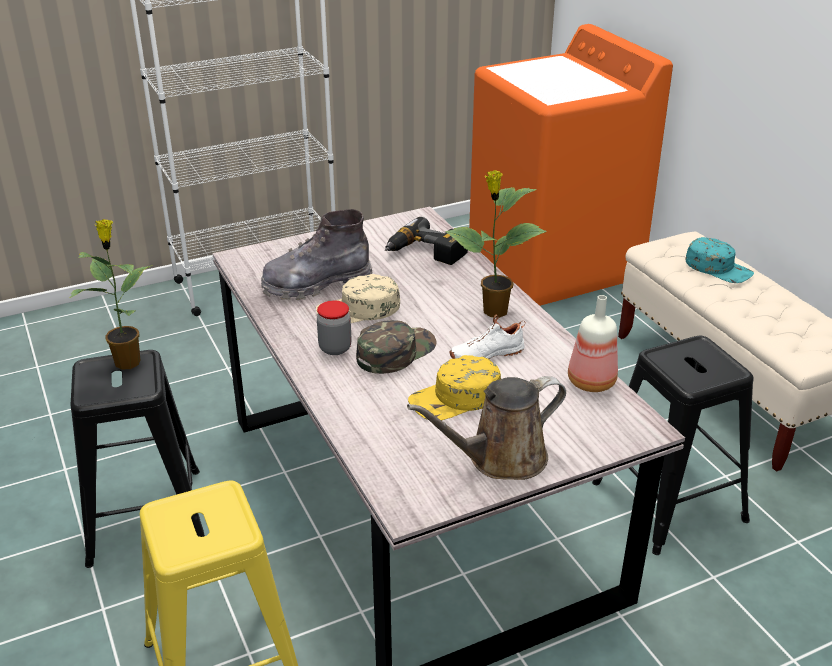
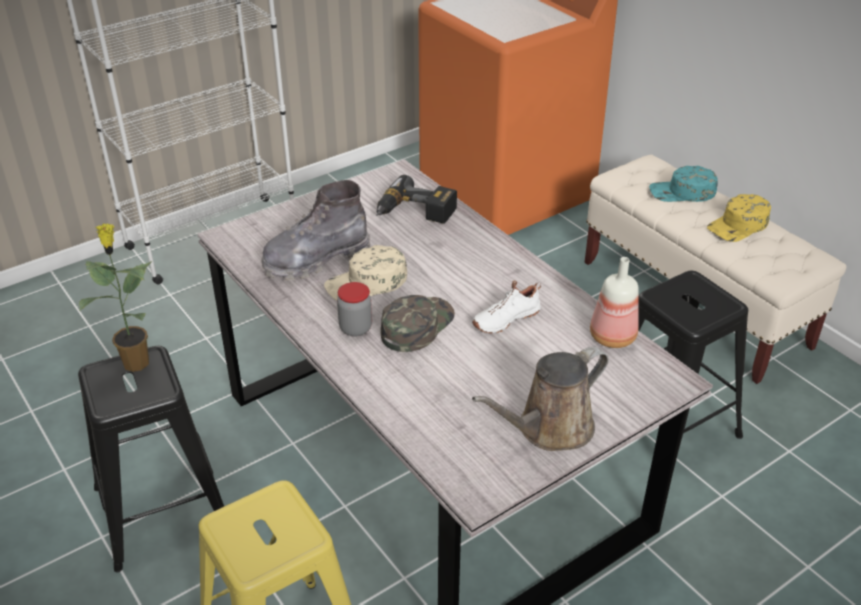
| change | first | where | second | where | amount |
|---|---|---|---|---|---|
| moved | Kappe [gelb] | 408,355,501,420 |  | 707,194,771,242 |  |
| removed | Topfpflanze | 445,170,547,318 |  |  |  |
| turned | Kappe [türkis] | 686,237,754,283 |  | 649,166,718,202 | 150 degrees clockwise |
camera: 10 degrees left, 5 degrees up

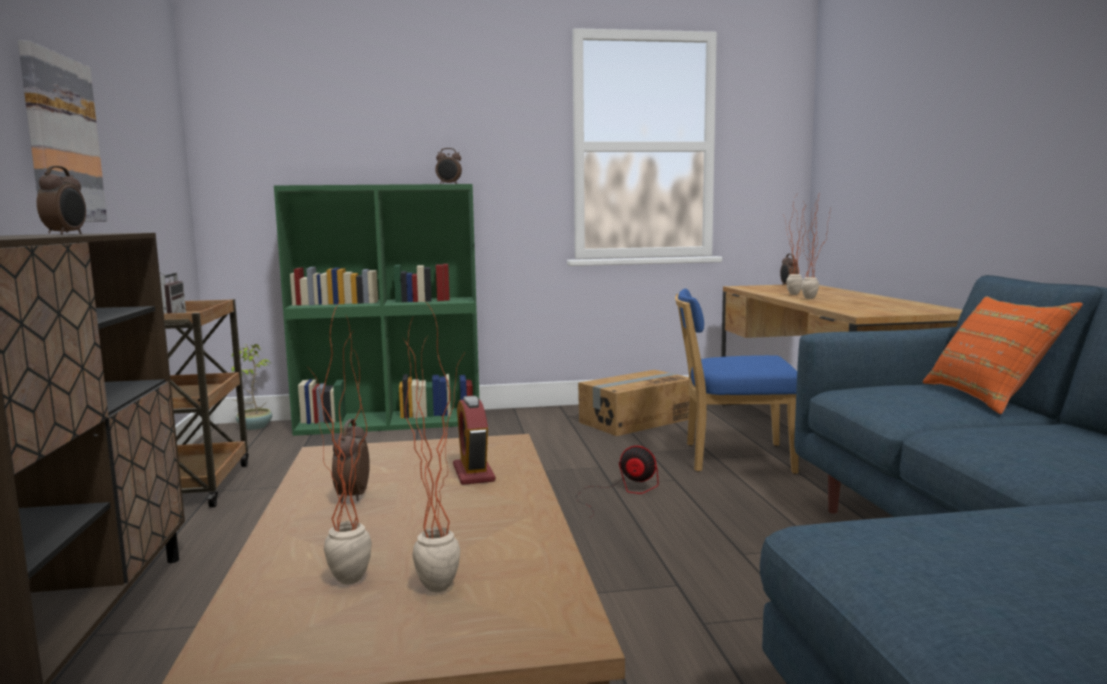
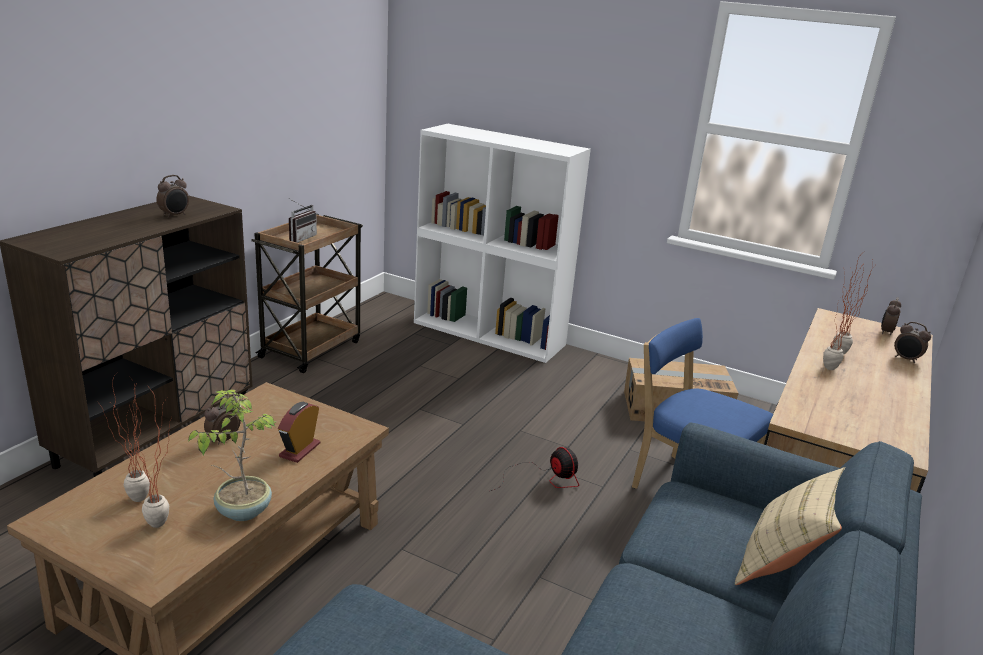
| change | first | where | second | where | amount |
|---|---|---|---|---|---|
| removed | Bild | 18,40,107,222 |  |  |  |
| moved | Topfpflanze | 231,344,272,430 |  | 188,390,276,521 |  |
| recoloured | Bücherregal [grün] | 274,184,479,436 | Bücherregal [weiß] | 414,124,591,363 |  |
| moved | Wecker | 435,148,462,184 |  | 894,322,931,363 |  |
| recoloured | Kissen [orange] | 923,296,1083,414 | Kissen [beige] | 735,467,845,585 |  |
camera: 35 degrees right, 15 degrees up

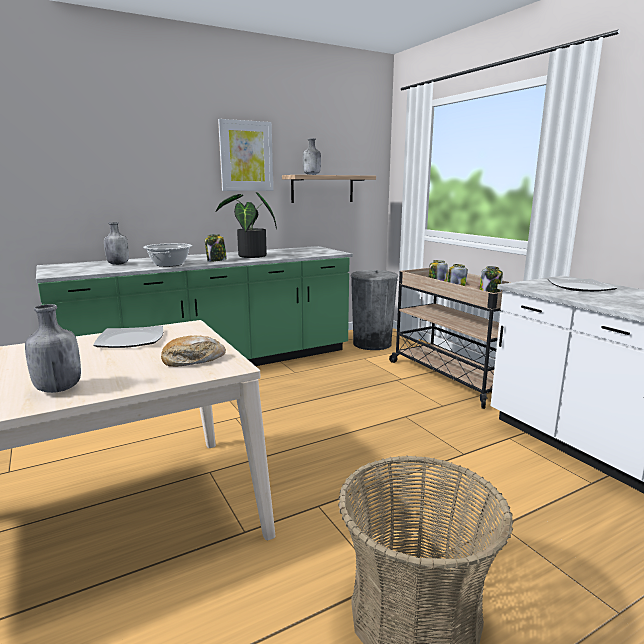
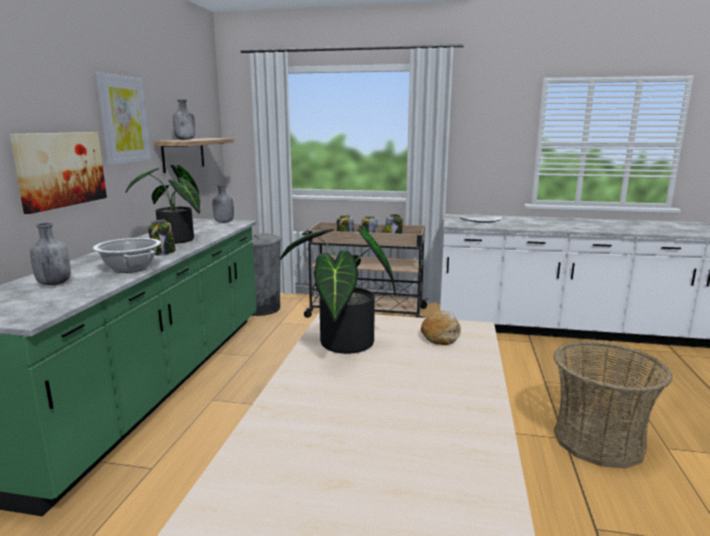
| change | first | where | second | where | amount |
|---|---|---|---|---|---|
| moved | Flasche [grau] | 25,304,81,393 |  | 213,184,234,223 |  |
| replaced | Teller | 93,325,163,348 | Topfpflanze | 280,226,396,354 |  |
| added |  |  | Bild | 9,132,107,214 |  |
camera: 50 degrees left, 0 degrees up

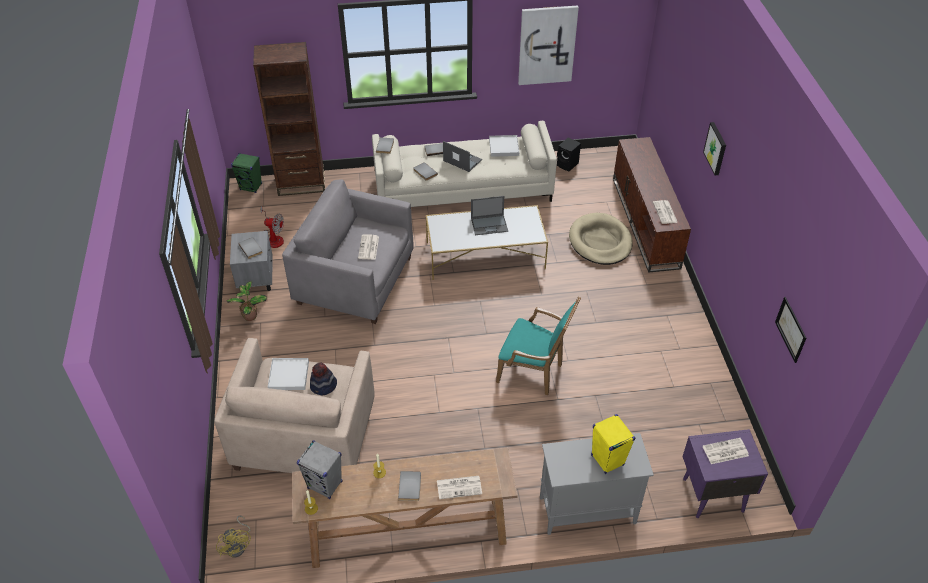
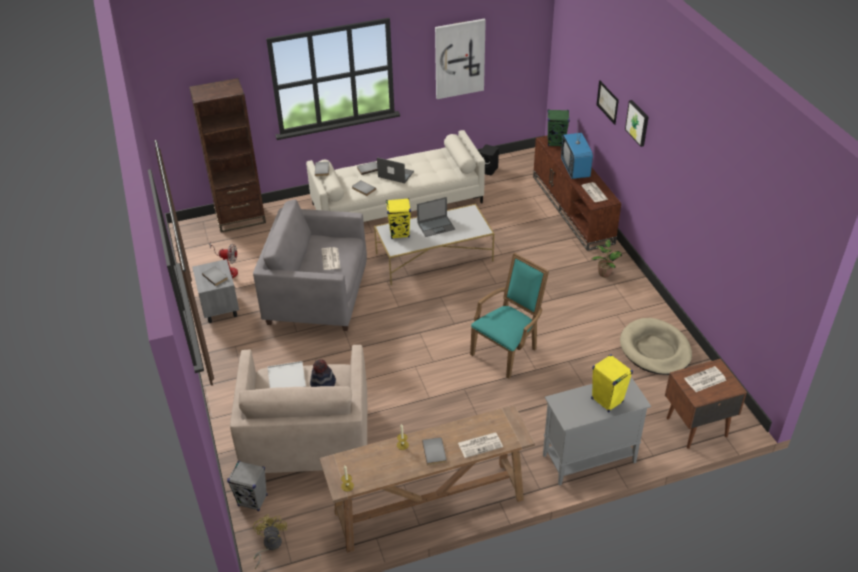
| change | first | where | second | where | amount |
|---|---|---|---|---|---|
| turned | Ventilator [gelb] | 216,515,251,558 |  | 253,514,287,570 | 150 degrees counterclockwise |
| moved | Topfpflanze | 226,281,267,321 |  | 591,239,622,277 |  |
| moved | Lautsprecher [grün] | 231,153,262,193 |  | 548,109,570,146 |  |
| moved | Lautsprecher [grau] | 297,440,343,499 |  | 227,461,268,511 |  |
| removed | Tablett [weiß] | 489,135,519,157 |  |  |  |
| turned | Sessel [türkis] | 496,296,581,395 |  | 470,253,549,379 | 60 degrees counterclockwise |
| moved | Hundebett [beige] | 569,213,633,265 |  | 620,318,692,375 |  |
| recoloured | Nachttisch [lila] | 682,429,768,518 | Nachttisch [braun] | 665,359,747,449 |  |
| moved | Bild | 775,297,806,363 |  | 596,80,619,125 |  |
| added |  |  | Lautsprecher [gelb] | 386,198,411,239 |  |
| added |  |  | Fernseher | 561,128,593,179 |  |
camera: 10 degrees left, 5 degrees down

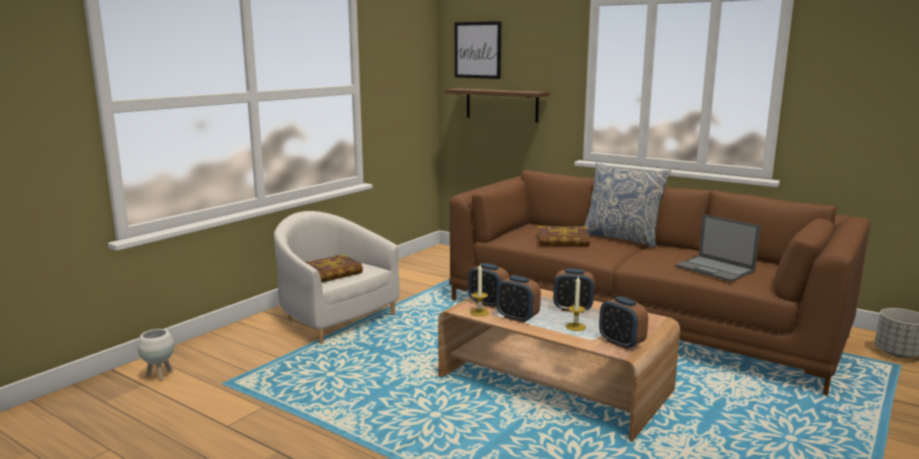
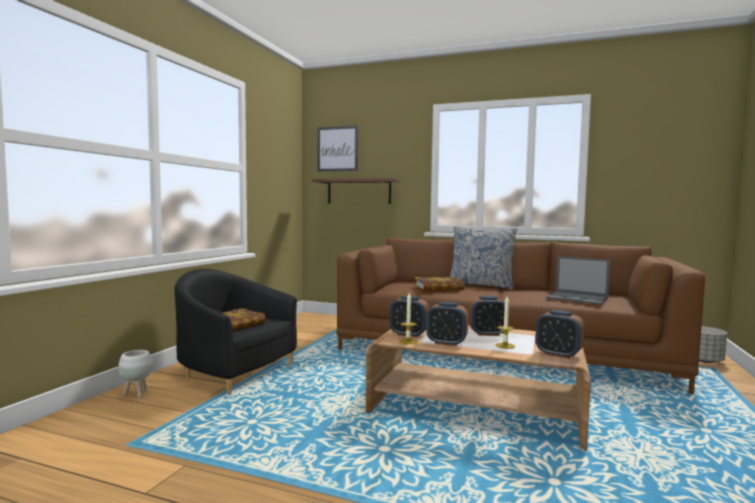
| change | first | where | second | where | amount |
|---|---|---|---|---|---|
| moved | Pflanzkübel [weiß] | 138,329,174,381 |  | 118,350,153,398 |  |
| recoloured | Sessel [weiß] | 274,211,400,344 | Sessel [schwarz] | 175,269,297,395 |  |
camera: 15 degrees left, 10 degrees down

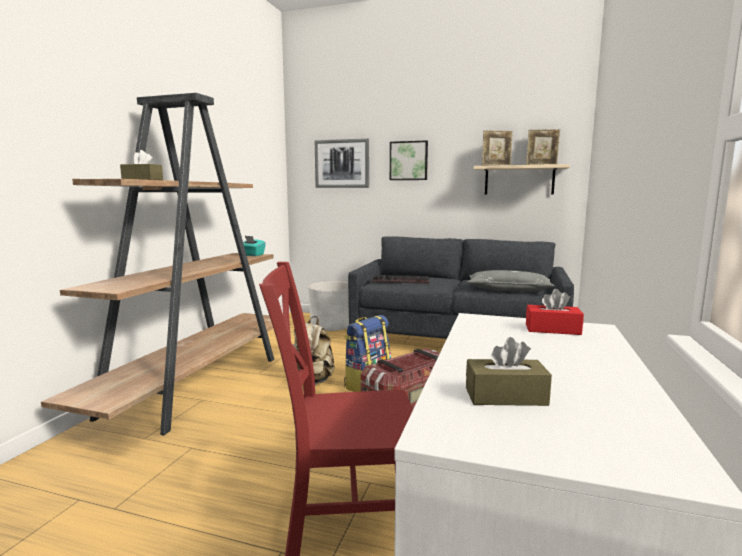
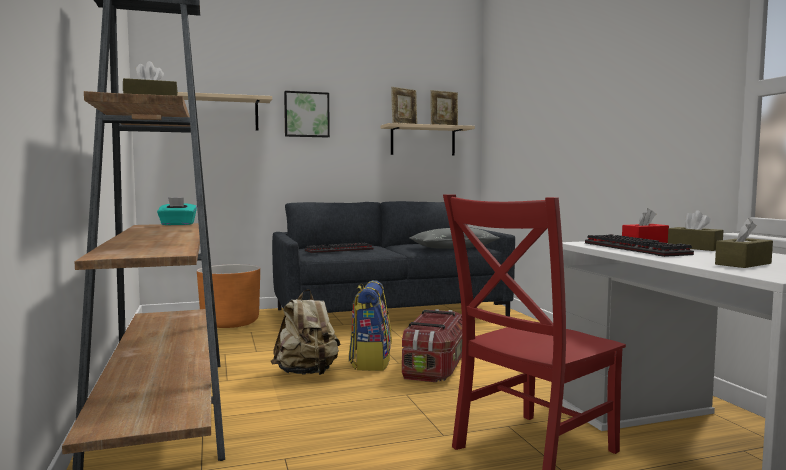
| change | first | where | second | where | amount |
|---|---|---|---|---|---|
| recoloured | Pflanzkübel [weiß] | 308,281,349,331 | Pflanzkübel [orange] | 197,264,260,328 |  |
| replaced | Bild | 315,138,369,188 | Wandregal [beige] | 177,92,272,131 |  |
| added |  |  | Tastatur | 585,234,694,257 |  |
| added |  |  | Taschentuchbox [braun] | 668,210,724,251 |  |
camera: 35 degrees left, 5 degrees down

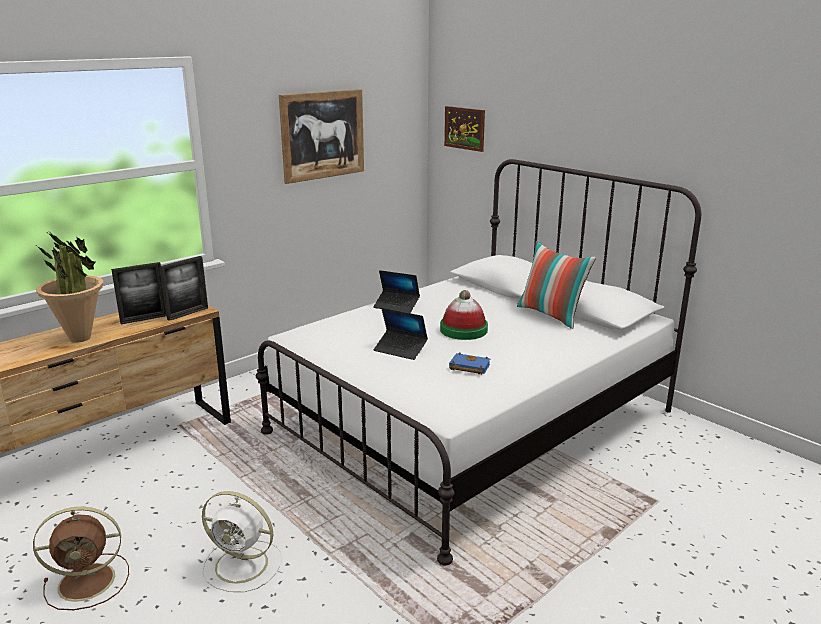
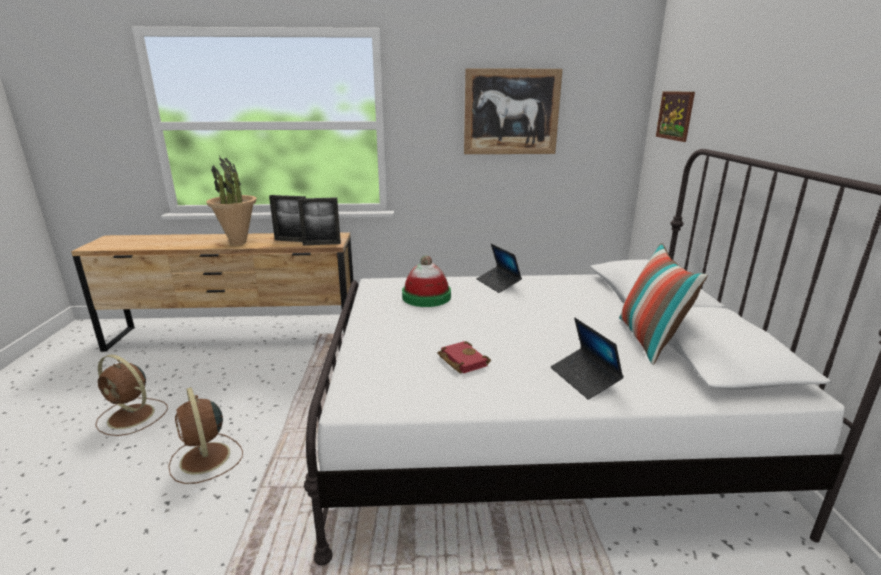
| change | first | where | second | where | amount |
|---|---|---|---|---|---|
| recoloured | Ventilator [weiß] | 202,491,282,592 | Ventilator [braun] | 168,387,243,484 |  |
| moved | Laptop | 374,308,428,360 |  | 551,318,624,399 |  |
| moved | Hut | 440,290,488,340 |  | 402,255,451,307 |  |
| recoloured | Buch [blau] | 449,352,490,375 | Buch [rot] | 437,341,491,373 |  |
camera: 40 degrees right, 0 degrees up

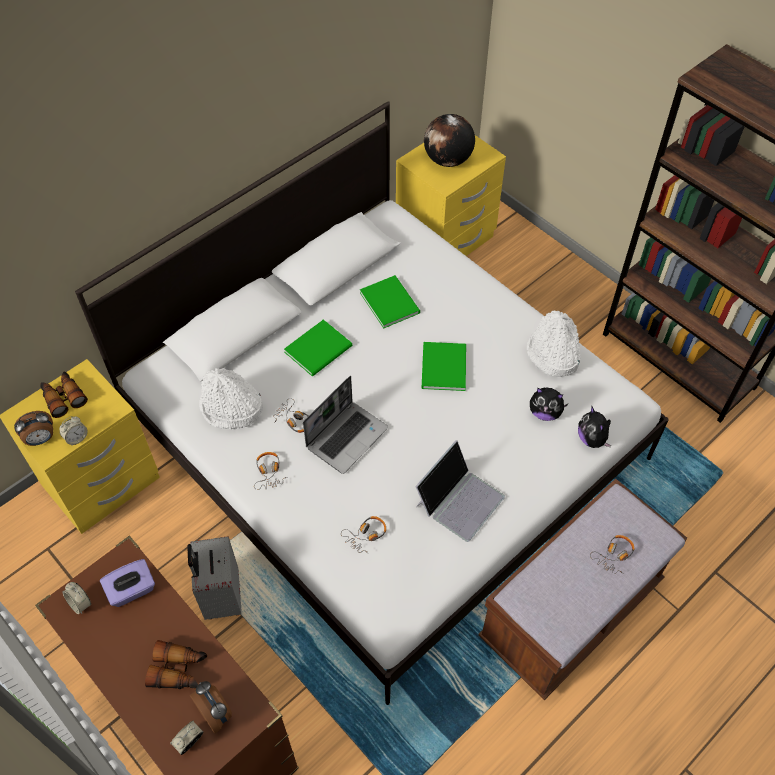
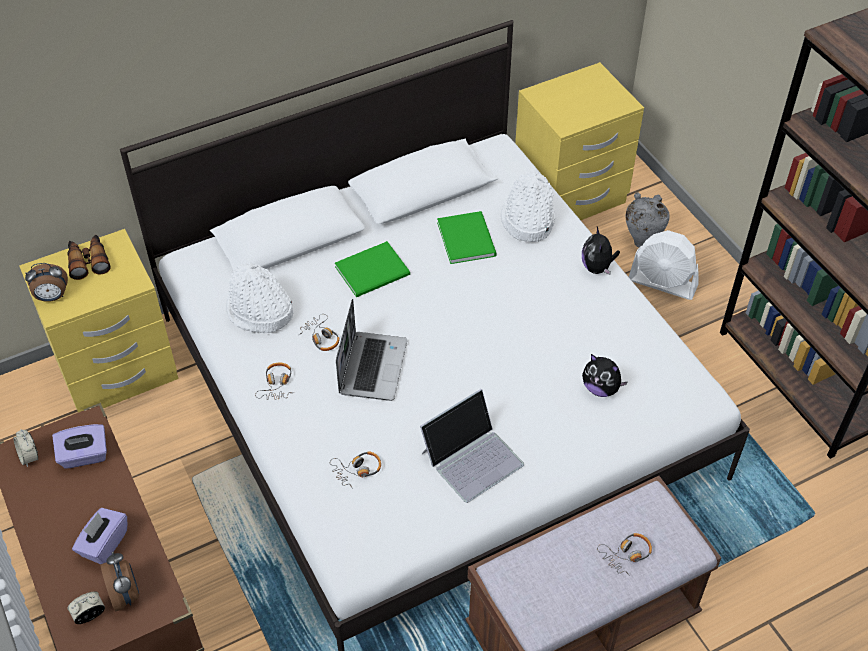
| change | first | where | second | where | amount |
|---|---|---|---|---|---|
| removed | Wecker | 59,416,88,445 |  |  |  |
| replaced | Fernglas | 145,640,207,689 | Taschentuchbox [lila] | 72,508,127,564 |  |
| removed | Koffer [grau] | 187,536,242,620 |  |  |  |
| turned | Laptop | 303,376,388,474 |  | 336,299,407,401 | 45 degrees counterclockwise |
| removed | Buch [grün] | 422,342,466,391 |  |  |  |
| removed | Globus | 424,114,475,167 |  |  |  |
| moved | Hut [weiß] | 527,311,580,377 |  | 501,171,555,242 |  |
| moved | Plüschtier | 578,406,612,448 |  | 582,227,620,275 |  |
| added |  |  | Vase [grau] | 626,192,670,247 |  |
| added |  |  | Ventilator [weiß] | 629,230,699,300 |  |
camera: 15 degrees right, 5 degrees down

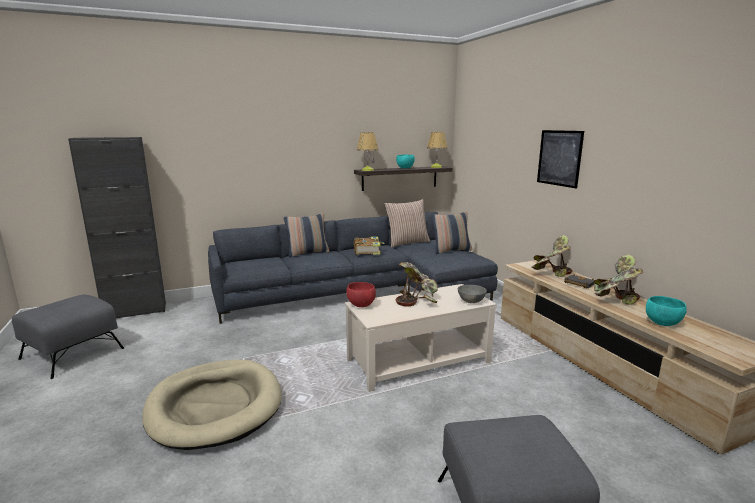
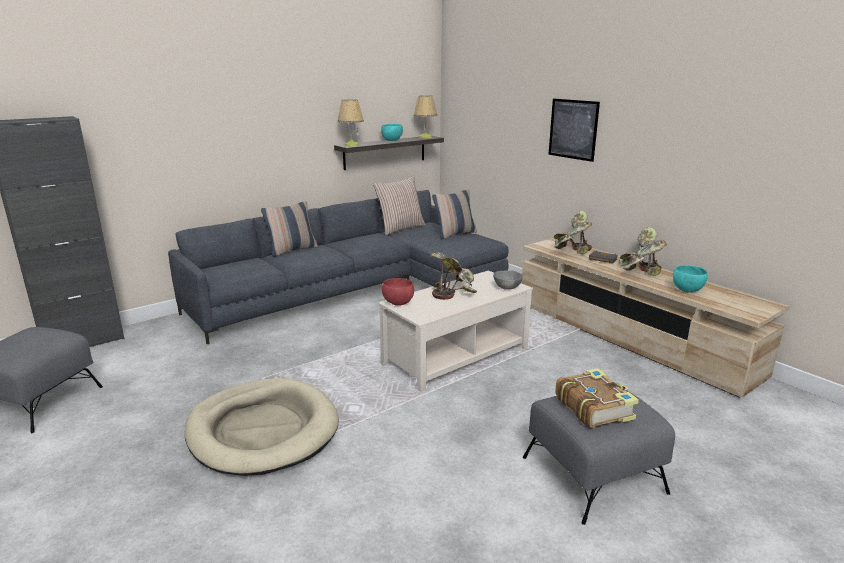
| change | first | where | second | where | amount |
|---|---|---|---|---|---|
| moved | Buch | 354,237,385,255 |  | 555,368,639,428 |  |
camera: 15 degrees left, 5 degrees up

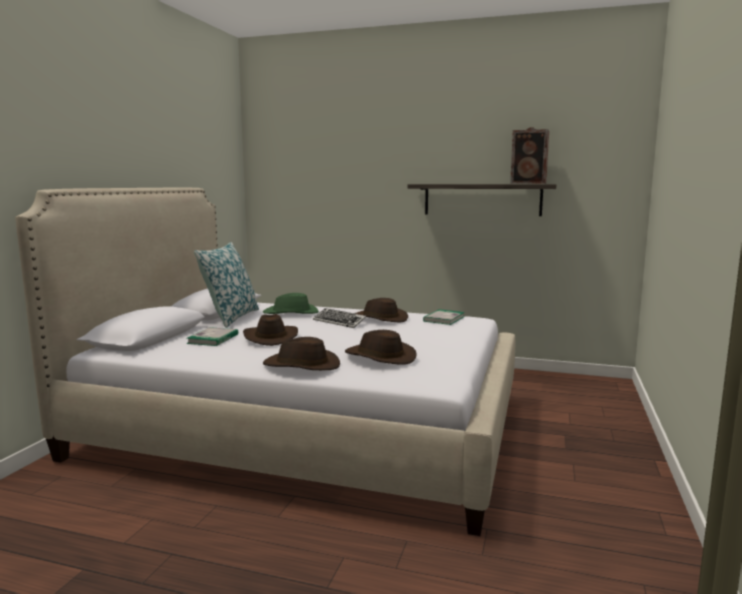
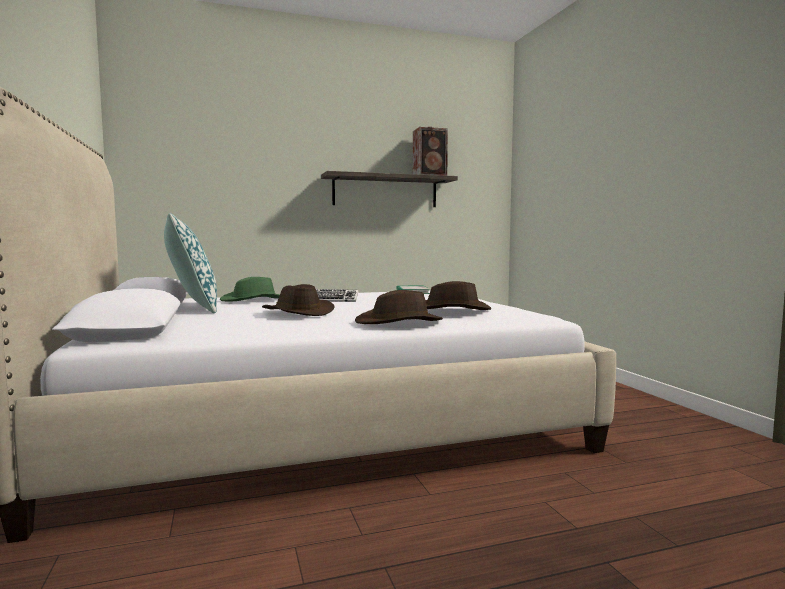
| change | first | where | second | where | amount |
|---|---|---|---|---|---|
| removed | Buch | 186,327,238,346 |  |  |  |
| removed | Hut [braun] | 355,298,408,322 |  |  |  |
camera: 35 degrees left, 5 degrees down

